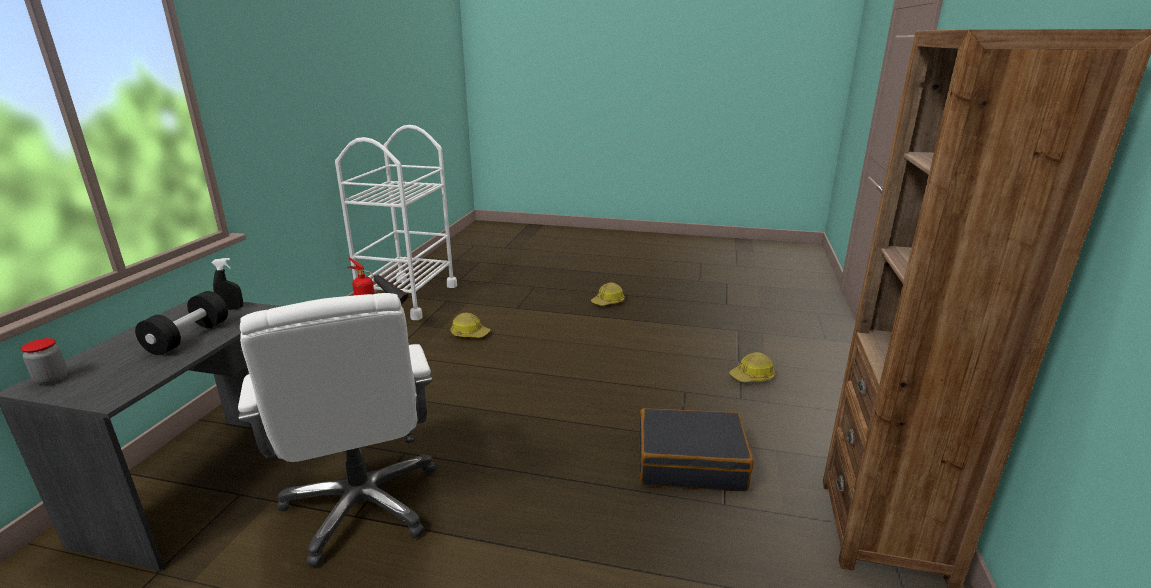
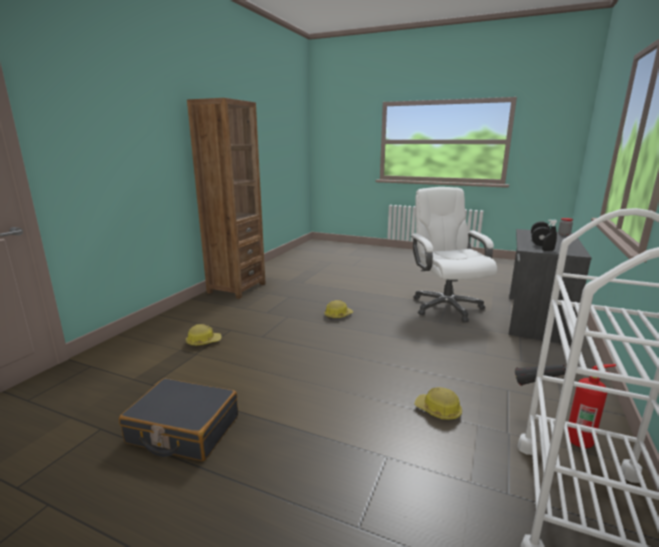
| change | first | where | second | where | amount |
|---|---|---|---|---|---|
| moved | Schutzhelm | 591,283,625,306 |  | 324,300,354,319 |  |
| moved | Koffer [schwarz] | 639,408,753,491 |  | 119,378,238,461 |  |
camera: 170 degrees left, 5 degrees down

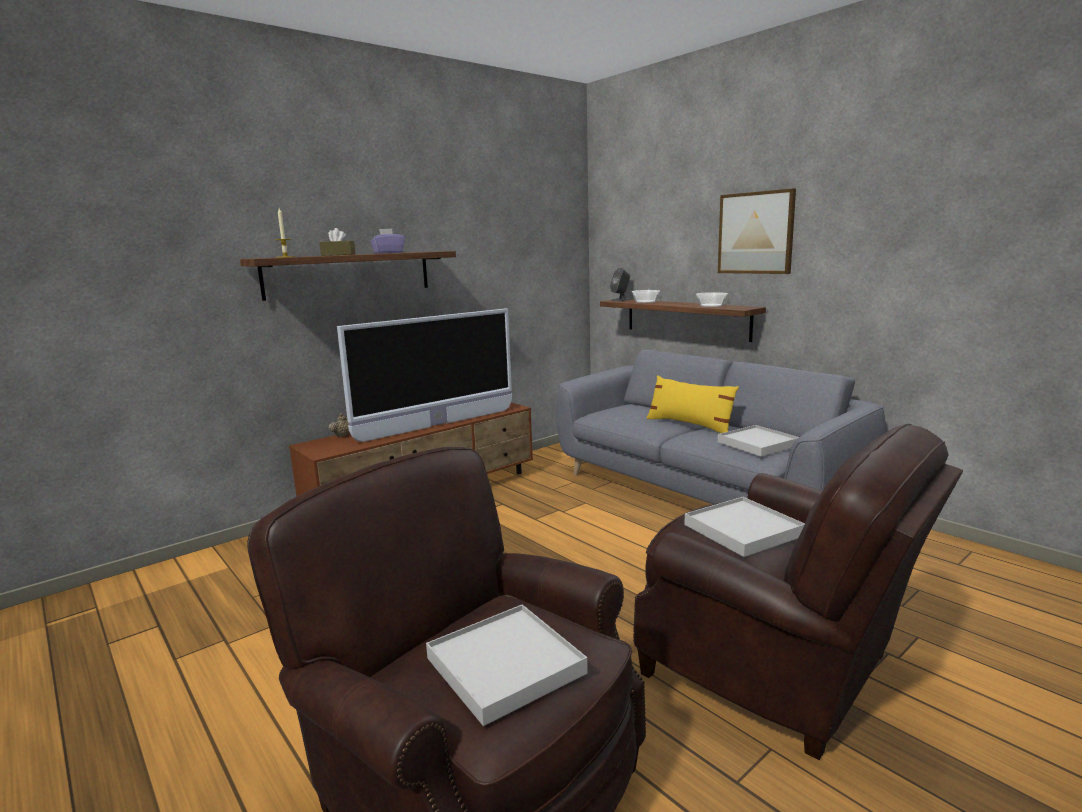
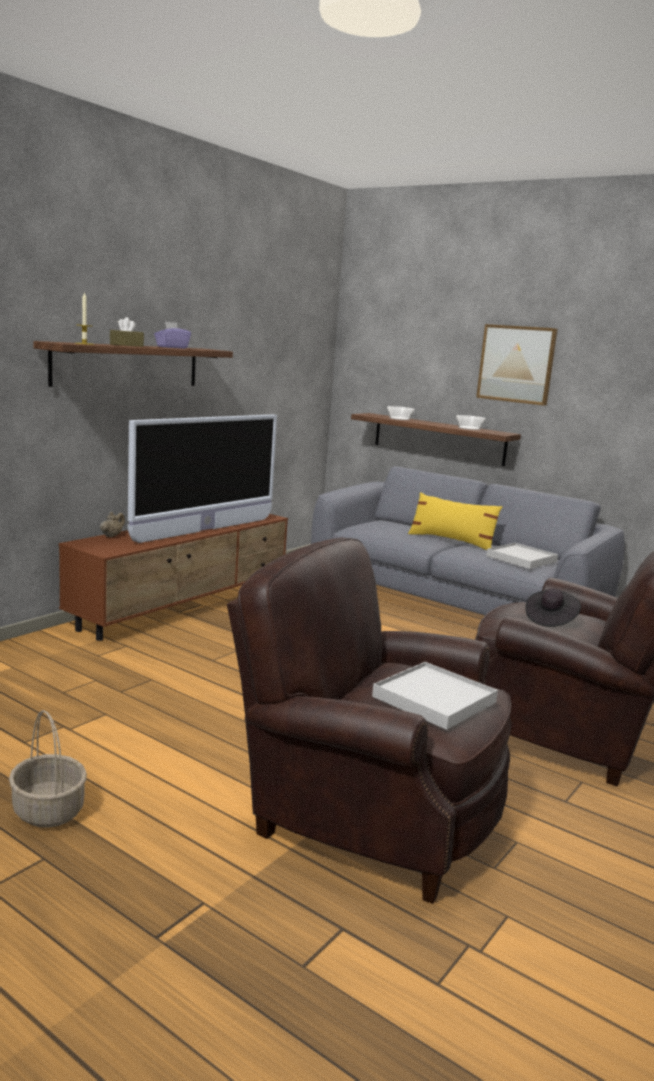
| change | first | where | second | where | amount |
|---|---|---|---|---|---|
| removed | Lautsprecher [grau] | 610,268,630,301 |  |  |  |
| replaced | Tablett [weiß] | 684,497,805,557 | Hut [schwarz] | 525,588,581,627 |  |
| added |  |  | Korb | 9,710,87,827 |  |
camera: 15 degrees left, 0 degrees up

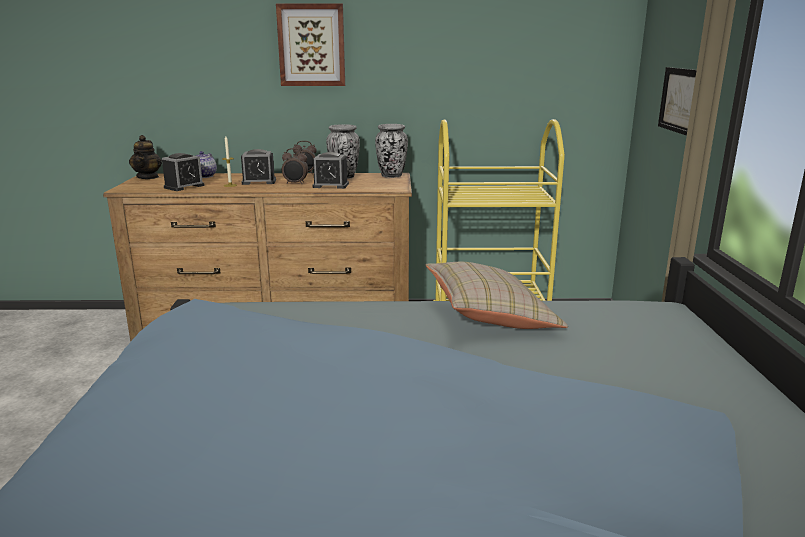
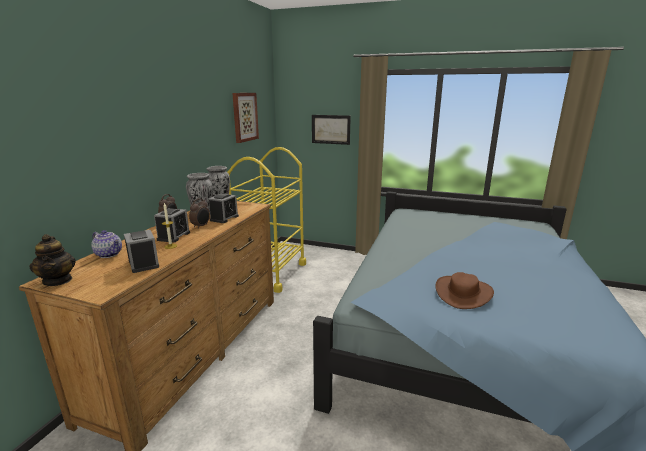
| change | first | where | second | where | amount |
|---|---|---|---|---|---|
| turned | Teekanne | 129,135,162,179 |  | 29,234,76,286 | 45 degrees clockwise |
| moved | Bild | 276,4,345,86 |  | 232,93,259,143 |  |
| removed | Kissen [beige] | 426,262,568,329 |  |  |  |
| added |  |  | Hut [braun] | 436,272,494,309 |  |
camera: 70 degrees left, 0 degrees up

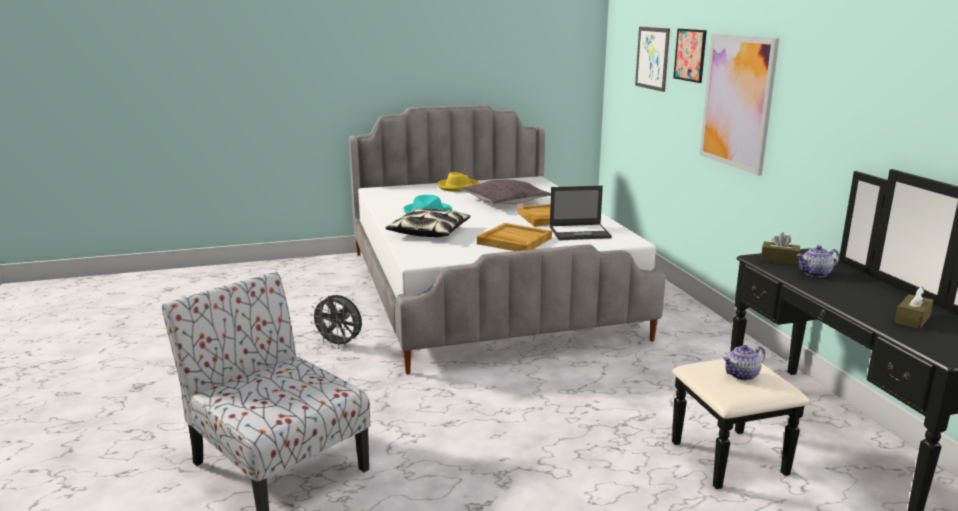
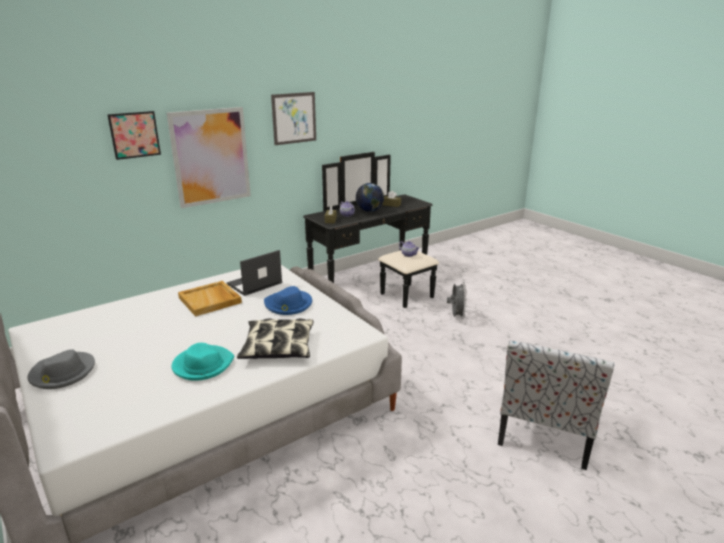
| change | first | where | second | where | amount |
|---|---|---|---|---|---|
| moved | Ventilator [grau] | 310,295,362,349 |  | 447,282,467,319 |  |
| recoloured | Hut [gelb] | 437,172,479,192 | Hut [grau] | 28,349,95,389 |  |
| removed | Kissen [grau] | 460,179,551,205 |  |  |  |
| replaced | Tablett [beige] | 477,223,552,251 | Hut [blau] | 264,286,312,315 |  |
| turned | Laptop | 550,186,612,240 |  | 226,250,282,296 | 105 degrees counterclockwise |
| moved | Bild | 635,27,670,92 |  | 271,92,316,145 |  |
| added |  |  | Globus | 356,183,384,212 |  |
camera: 110 degrees left, 5 degrees up

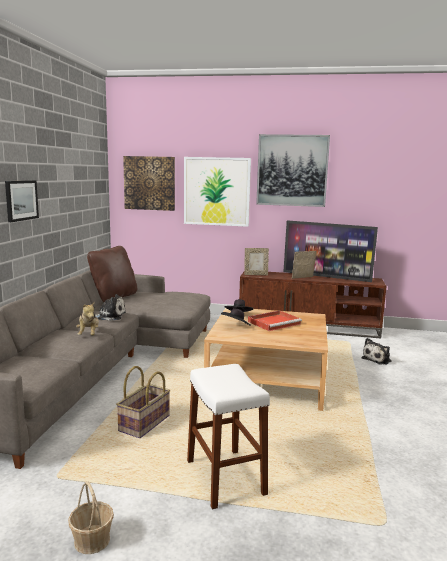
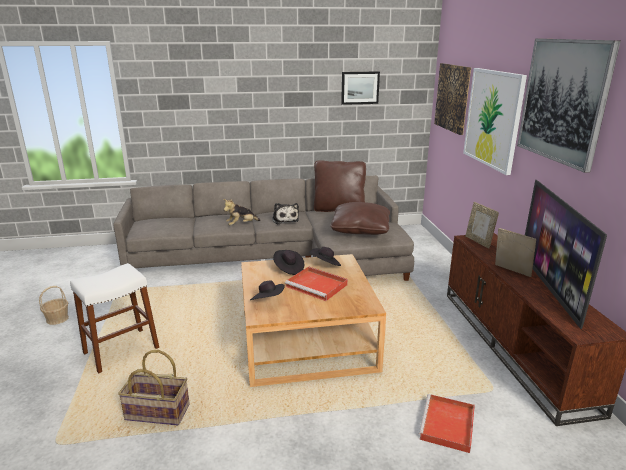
| change | first | where | second | where | amount |
|---|---|---|---|---|---|
| moved | Bild | 5,180,39,222 |  | 341,71,380,105 |  |
| moved | Korb | 116,366,170,438 |  | 118,350,190,425 |  |
| replaced | Plüschtier | 362,338,392,365 | Tablett [rot] | 419,394,475,453 |  |
| added |  |  | Hut [schwarz] | 250,280,285,300 |  |
| added |  |  | Kissen [braun] | 330,202,390,235 |  |
camera: 70 degrees right, 10 degrees up

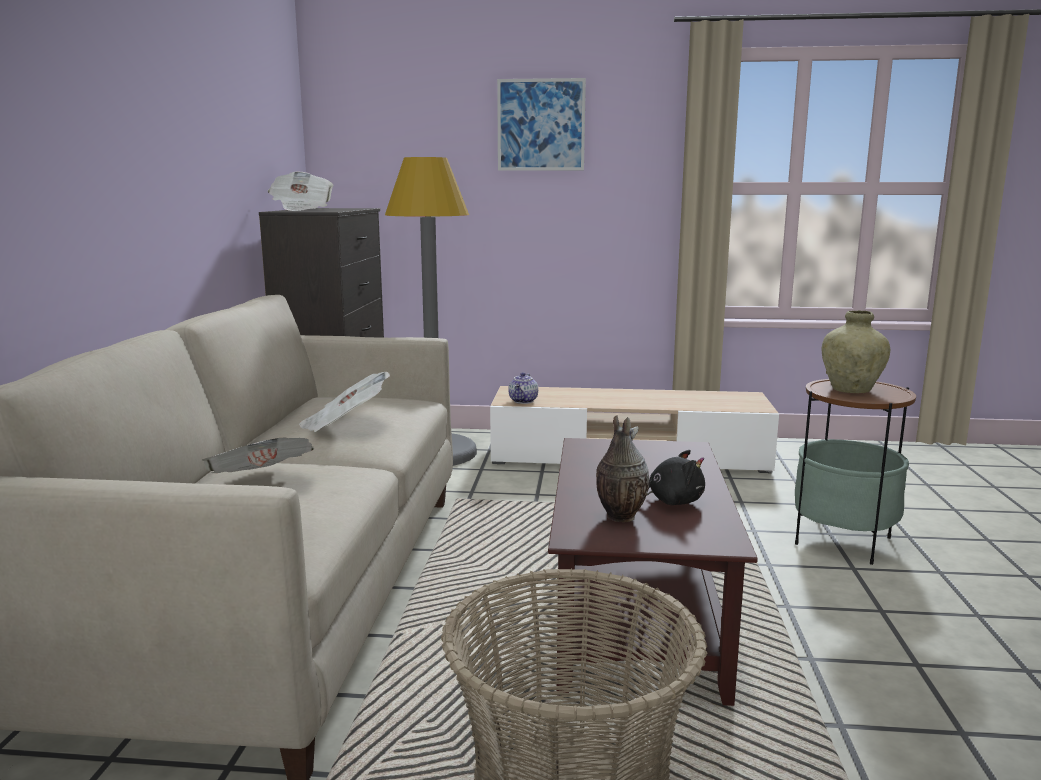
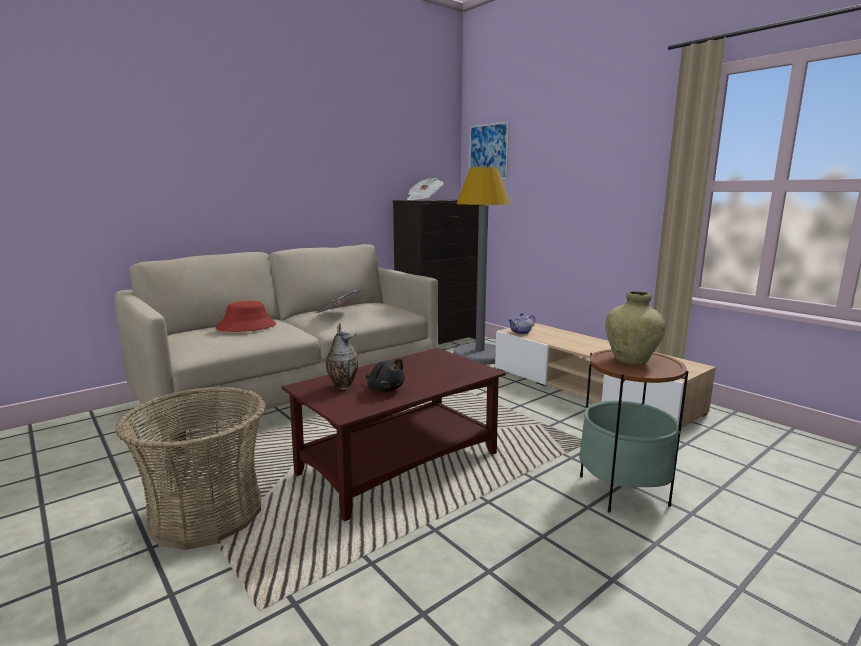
| change | first | where | second | where | amount |
|---|---|---|---|---|---|
| replaced | Zeitung | 202,438,314,473 | Hut [rot] | 216,301,276,332 |  |
| moved | Bild | 497,78,586,171 |  | 469,121,510,179 |  |
camera: 45 degrees right, 0 degrees up

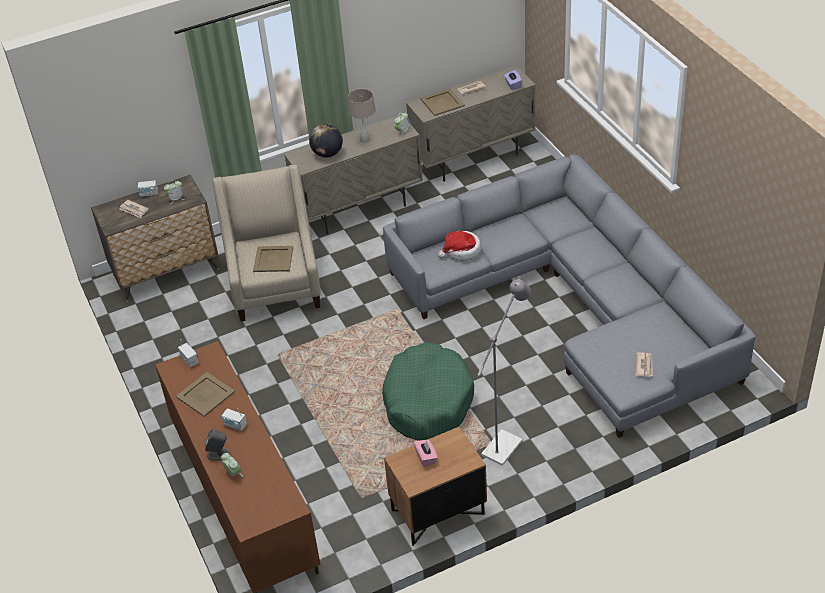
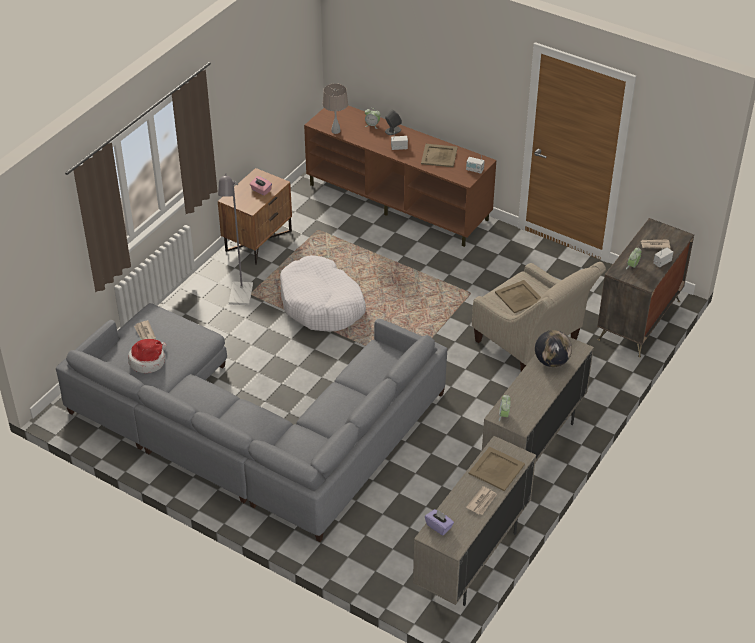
| change | first | where | second | where | amount |
|---|---|---|---|---|---|
| moved | Tischlampe [beige] | 348,89,376,143 |  | 322,83,348,134 |  |
| recoloured | Hundebett [grün] | 382,342,474,440 | Hundebett [weiß] | 280,255,366,331 |  |
| moved | Hut | 438,231,481,261 |  | 128,339,167,373 |  |
camera: 145 degrees right, 0 degrees up

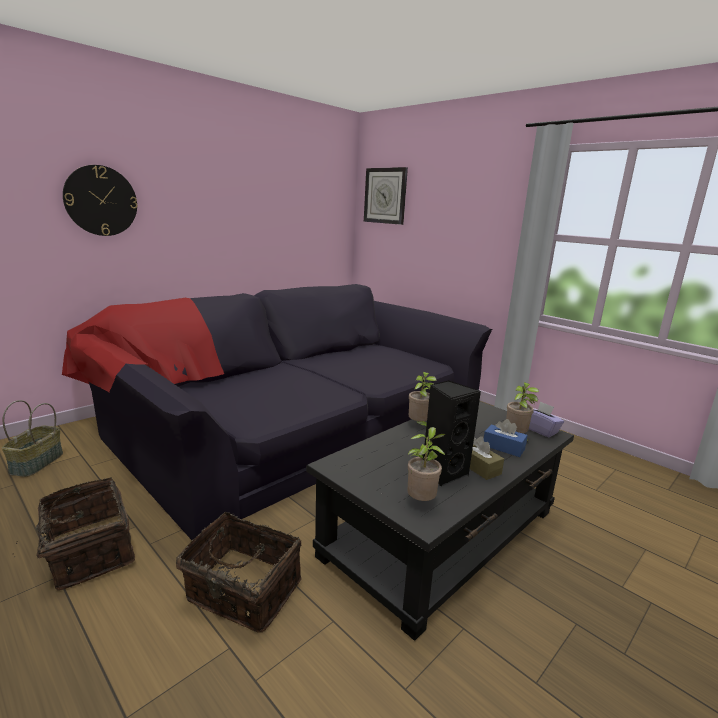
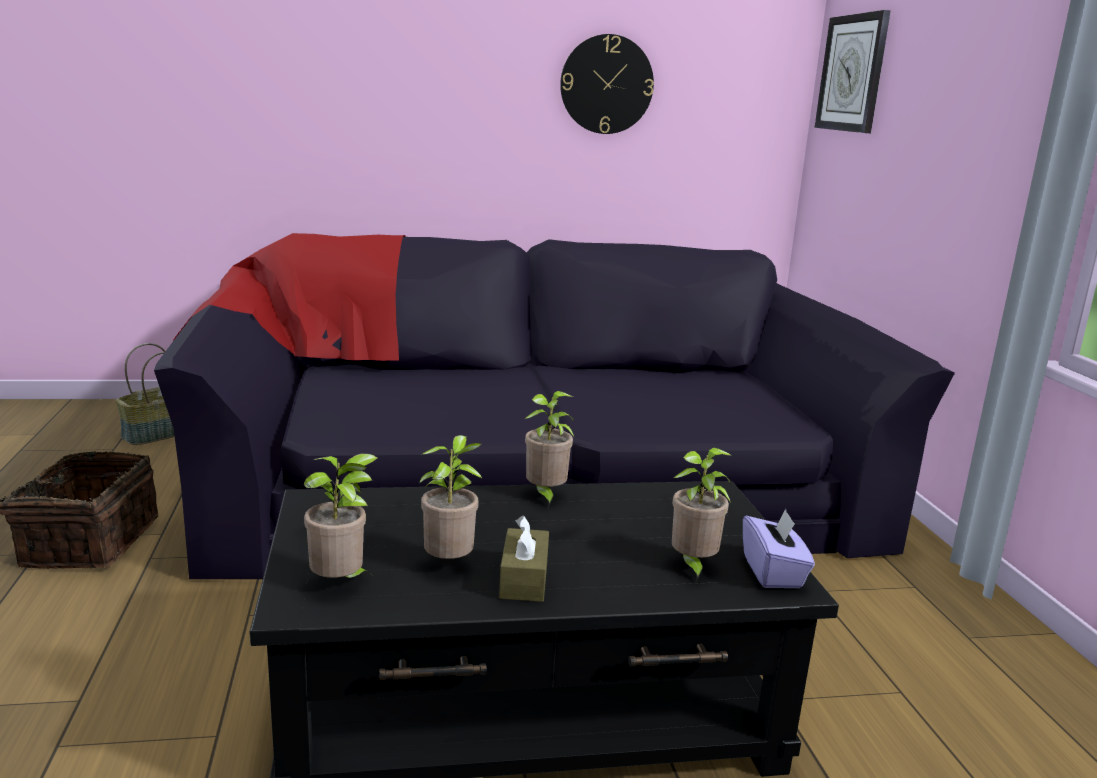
| change | first | where | second | where | amount |
|---|---|---|---|---|---|
| moved | Wanduhr | 63,165,138,236 |  | 560,34,654,134 |  |
| removed | Korb | 176,511,302,633 |  |  |  |
| replaced | Lautsprecher [schwarz] | 423,380,481,487 | Topfpflanze | 419,435,482,559 |  |
| removed | Taschentuchbox [blau] | 484,419,528,457 |  |  |  |
camera: 35 degrees right, 0 degrees up

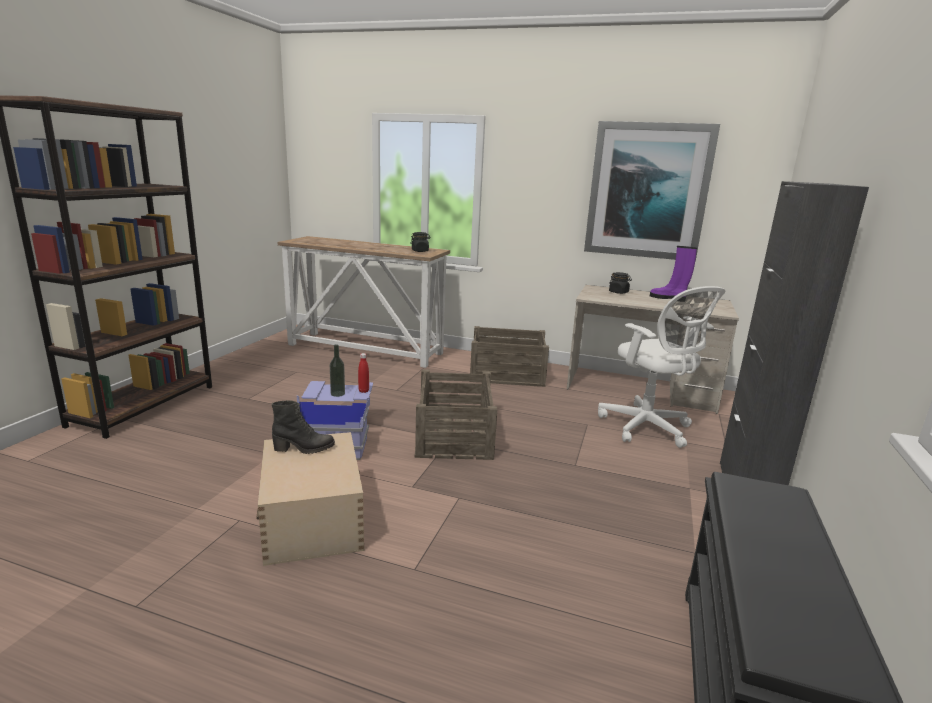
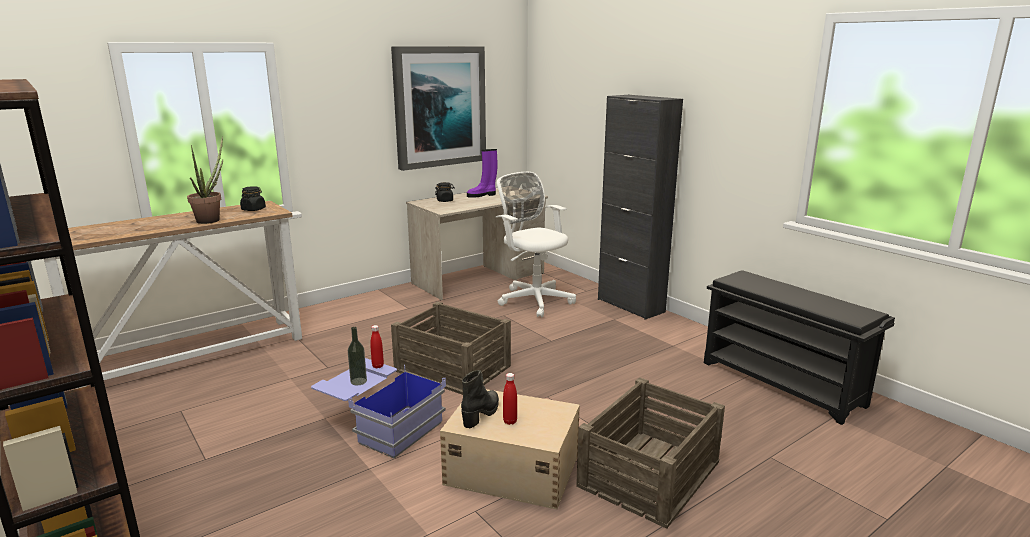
| change | first | where | second | where | amount |
|---|---|---|---|---|---|
| moved | Kiste | 469,326,549,387 |  | 576,377,725,529 |  |
| turned | Bürostuhl [weiß] | 598,286,725,448 |  | 496,172,576,317 | 135 degrees counterclockwise |
| added |  |  | Topfpflanze | 187,137,223,224 |  |
| added |  |  | Flasche [rot] | 503,373,517,425 |  |
camera: 55 degrees left, 0 degrees up

